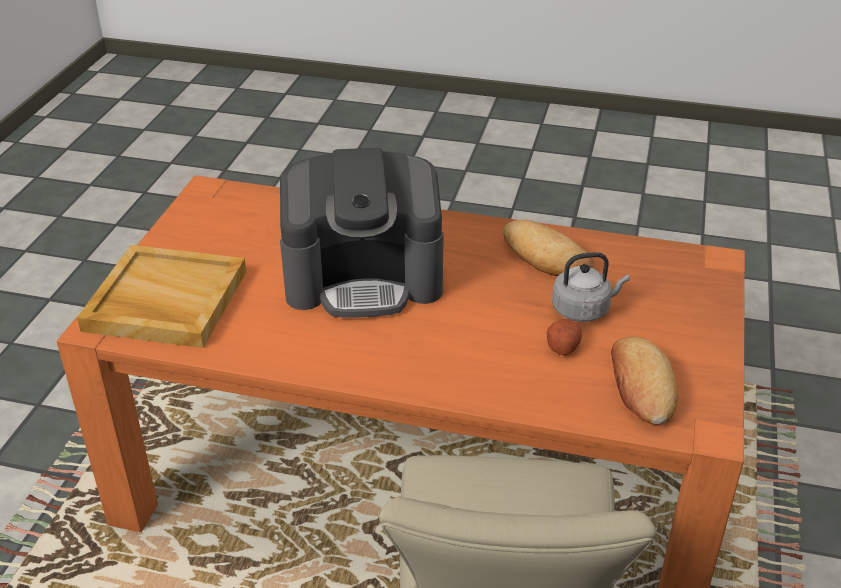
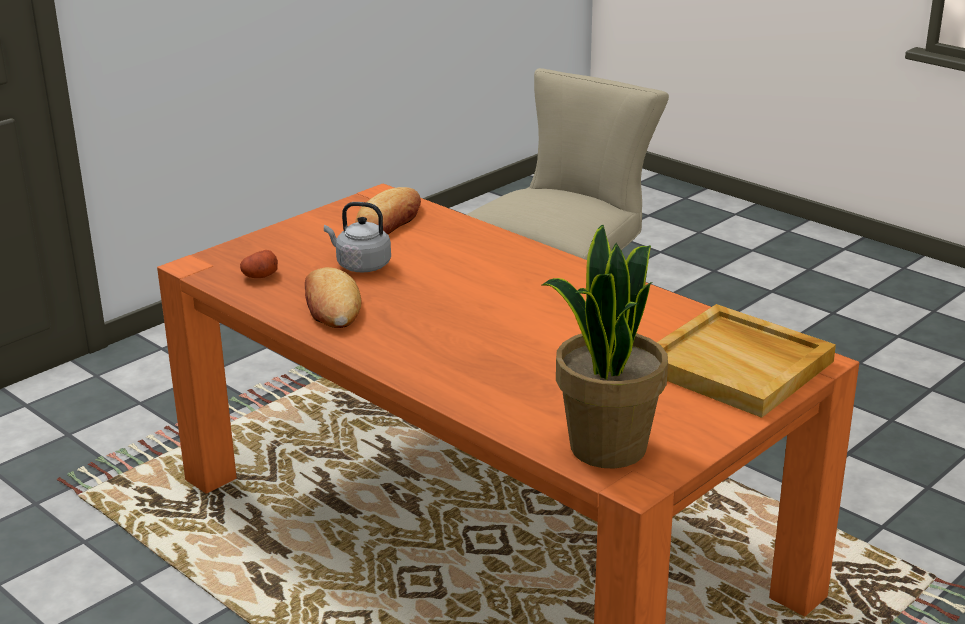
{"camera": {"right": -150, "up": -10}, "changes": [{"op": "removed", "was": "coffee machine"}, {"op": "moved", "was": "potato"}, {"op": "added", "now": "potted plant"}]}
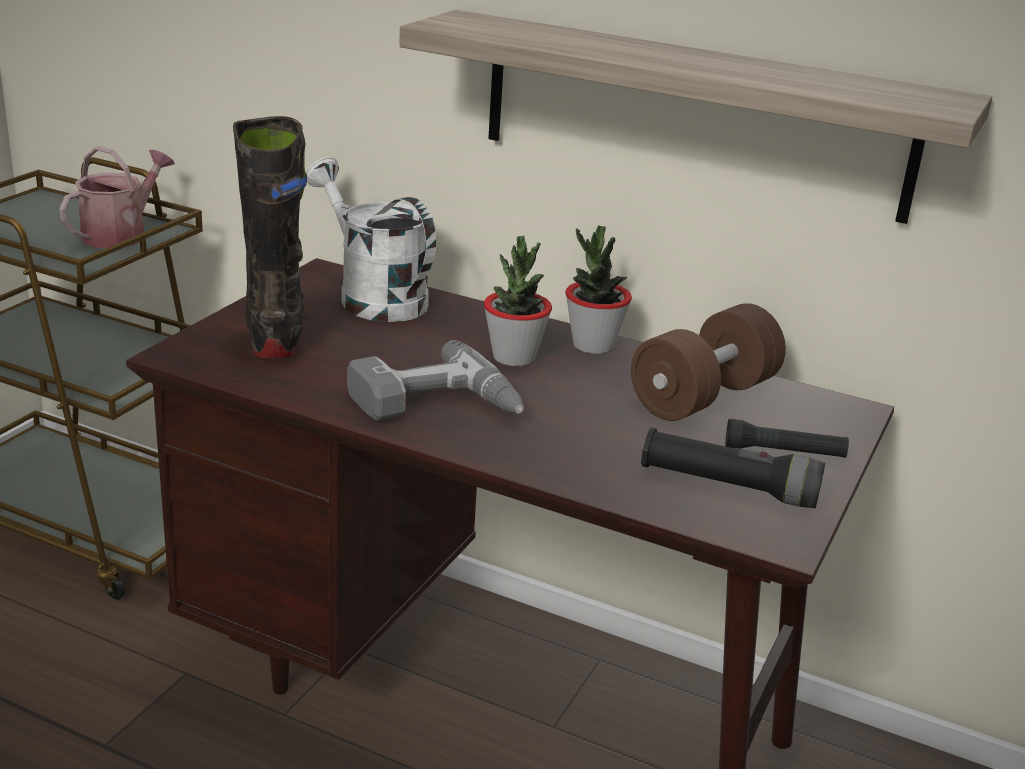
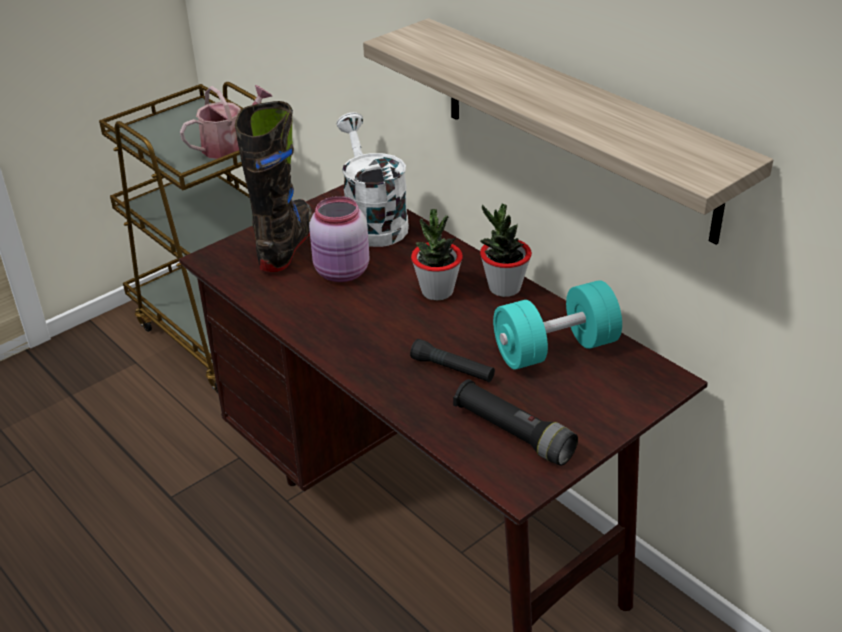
{"camera": {"right": 25, "up": 10}, "changes": [{"op": "recoloured", "was": "dumbbell (brown)", "now": "dumbbell (turquoise)"}, {"op": "removed", "was": "power drill"}, {"op": "moved", "was": "flashlight (black) (2nd from left in the first image)", "now": "flashlight (black) (1st from left)"}, {"op": "added", "now": "jar (pink)"}]}
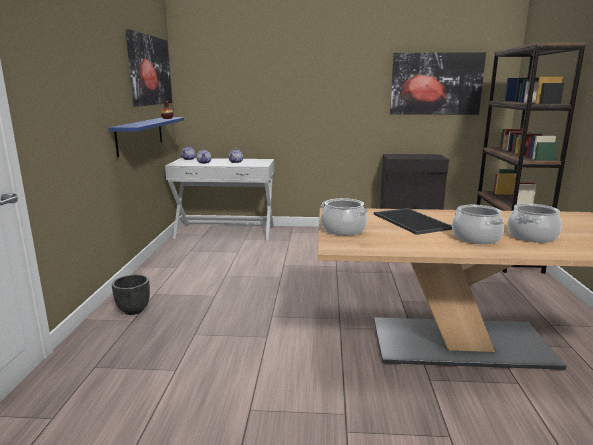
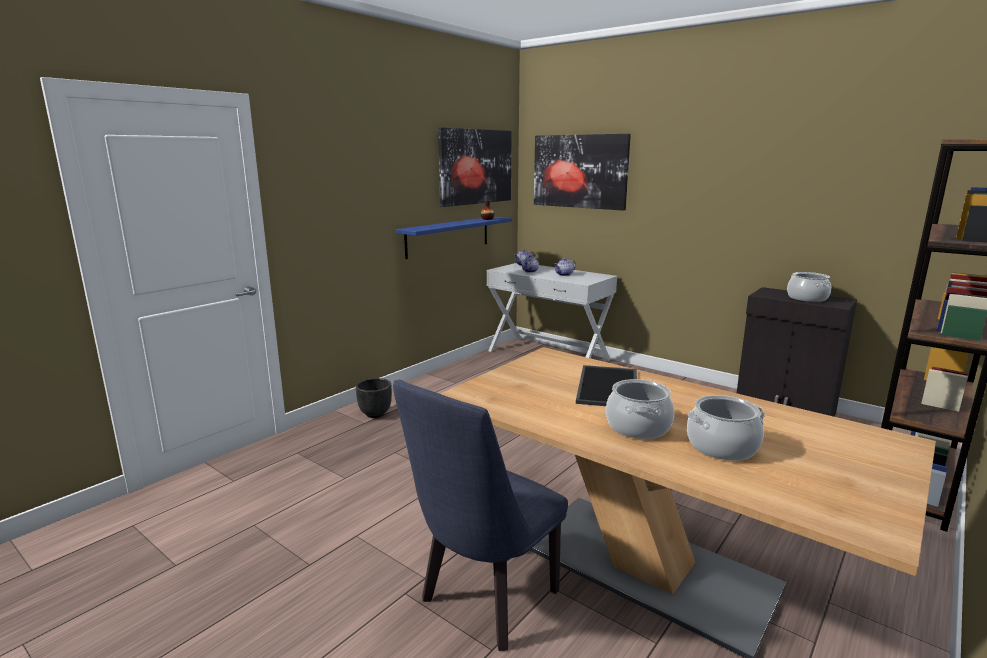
{"camera": {"right": 35, "up": 0}, "changes": [{"op": "moved", "was": "picture (2nd from left)"}, {"op": "moved", "was": "cooking pot (1st from left in the first image)", "now": "cooking pot (3rd from left)"}, {"op": "added", "now": "chair (blue)"}]}
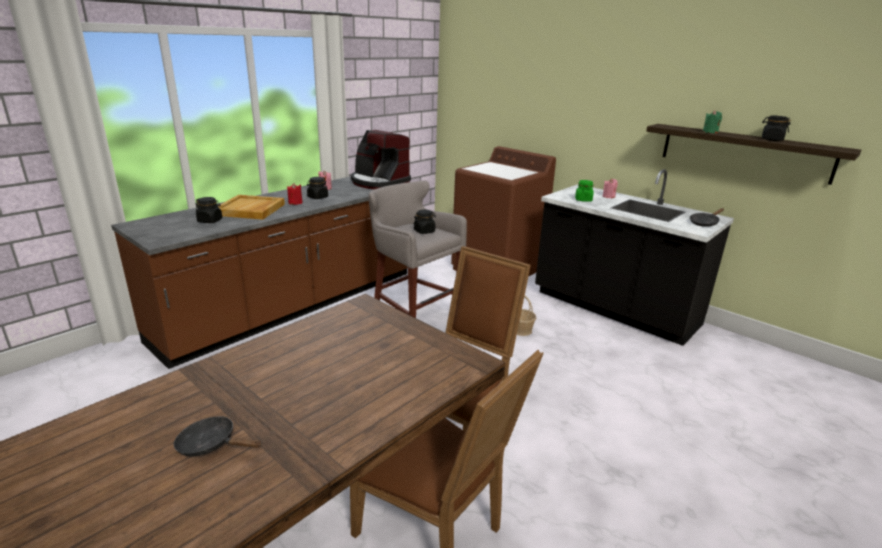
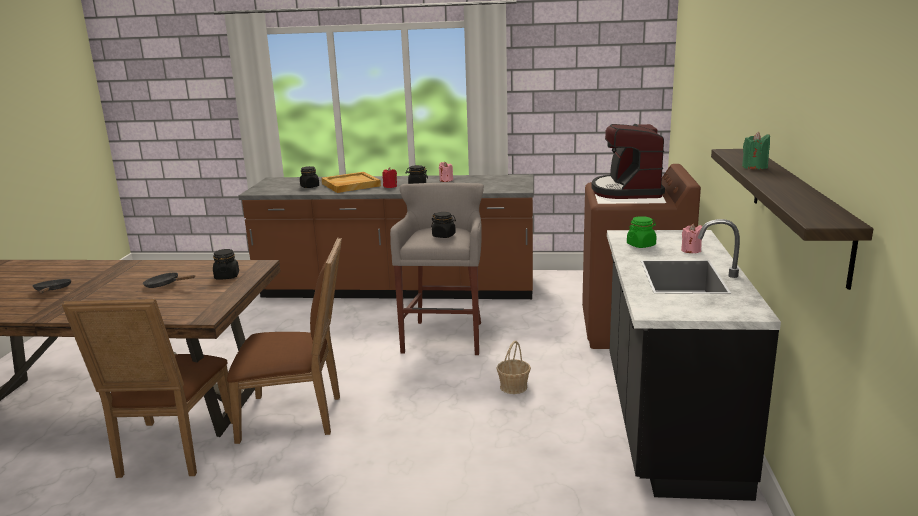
{"camera": {"right": 55, "up": -5}, "changes": [{"op": "moved", "was": "jar (black) (4th from left in the first image)", "now": "jar (black) (1st from left)"}, {"op": "moved", "was": "coffee machine"}, {"op": "moved", "was": "frying pan (black) (2nd from left)"}]}
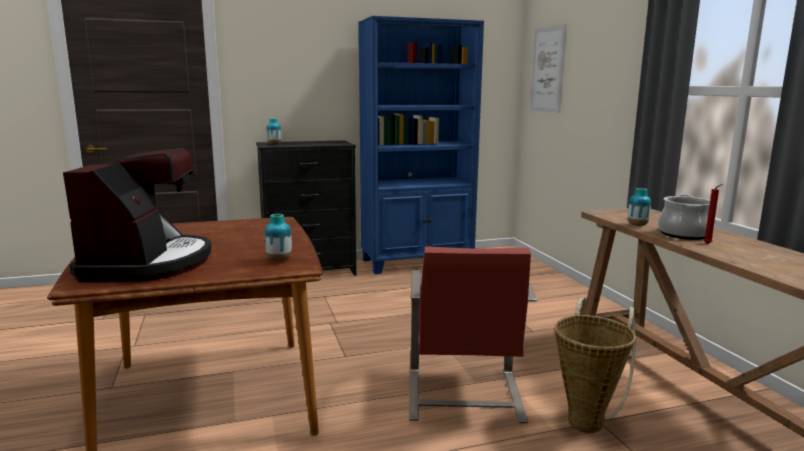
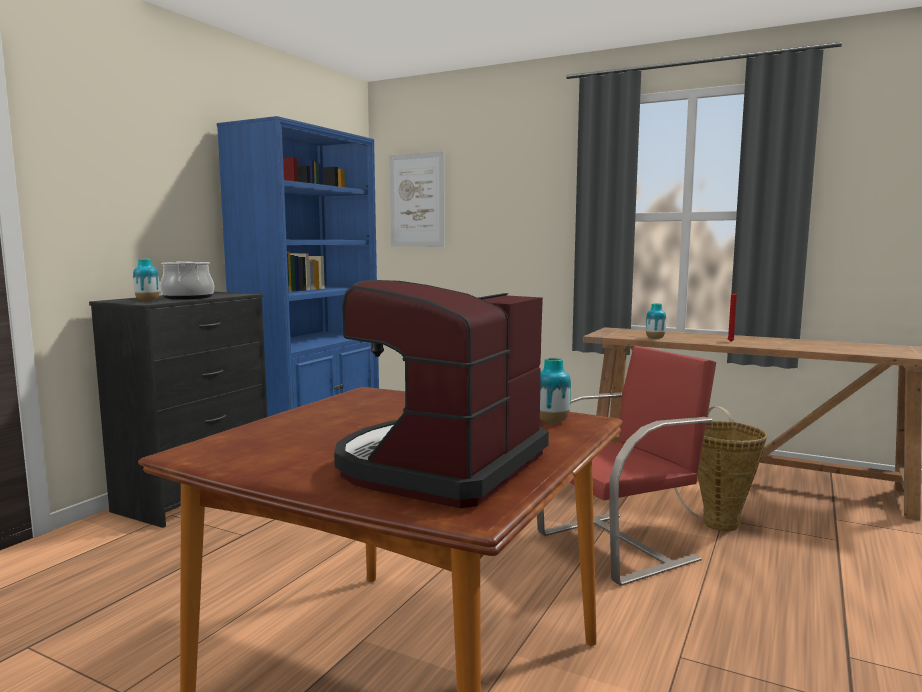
{"camera": {"right": -45, "up": -5}, "changes": [{"op": "turned", "was": "coffee machine", "clockwise": -105}, {"op": "moved", "was": "cooking pot"}, {"op": "turned", "was": "chair (red)", "clockwise": -75}]}
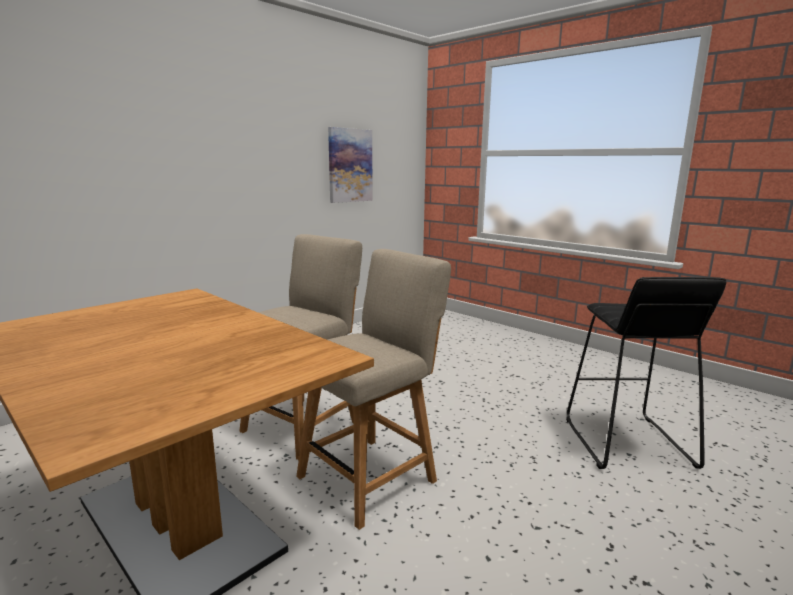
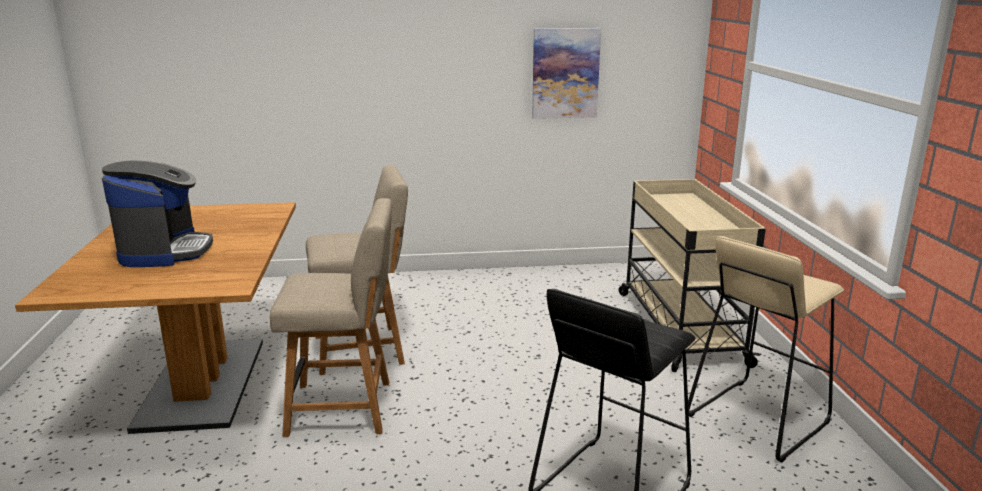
{"camera": {"right": 40, "up": 5}, "changes": [{"op": "added", "now": "coffee machine"}, {"op": "added", "now": "cart (beige)"}, {"op": "added", "now": "stool (beige)"}]}
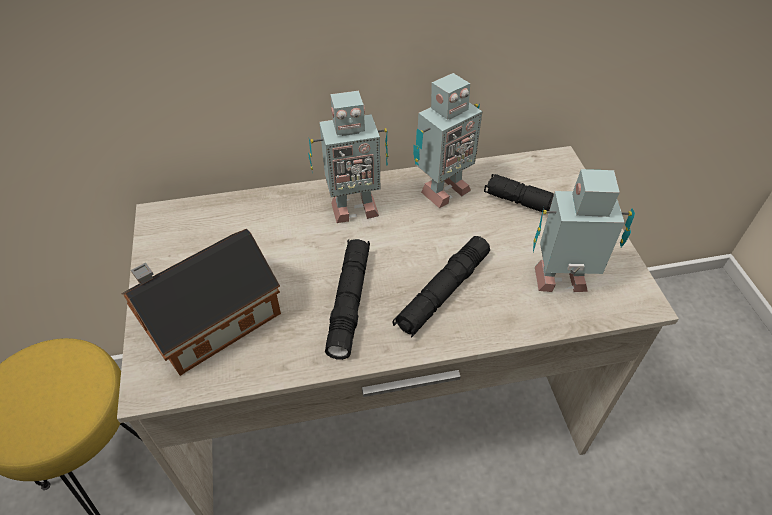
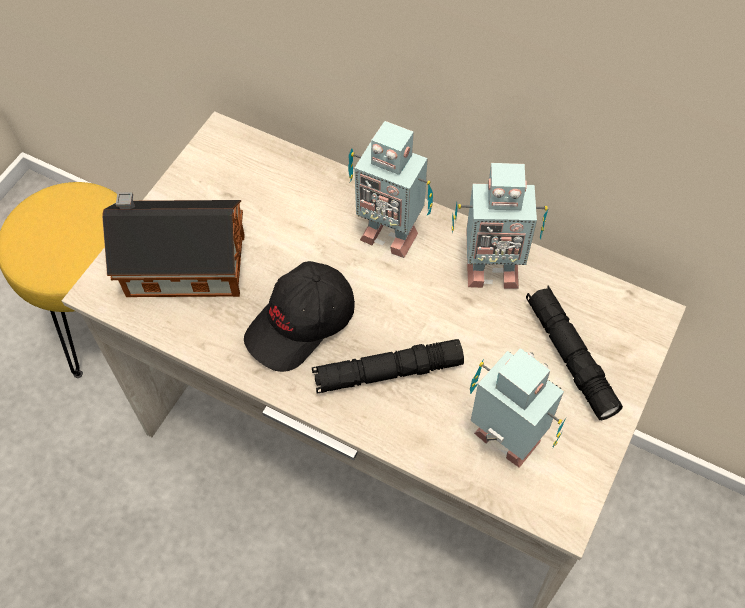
{"camera": {"right": 40, "up": 10}, "changes": [{"op": "replaced", "was": "flashlight (black) (1st from left)", "now": "cap (black)"}]}
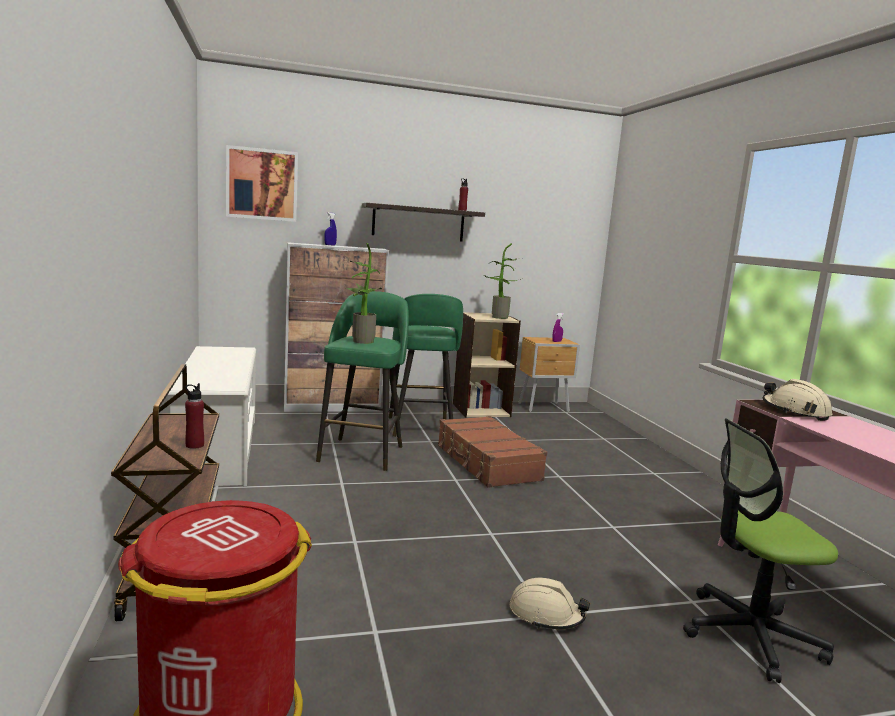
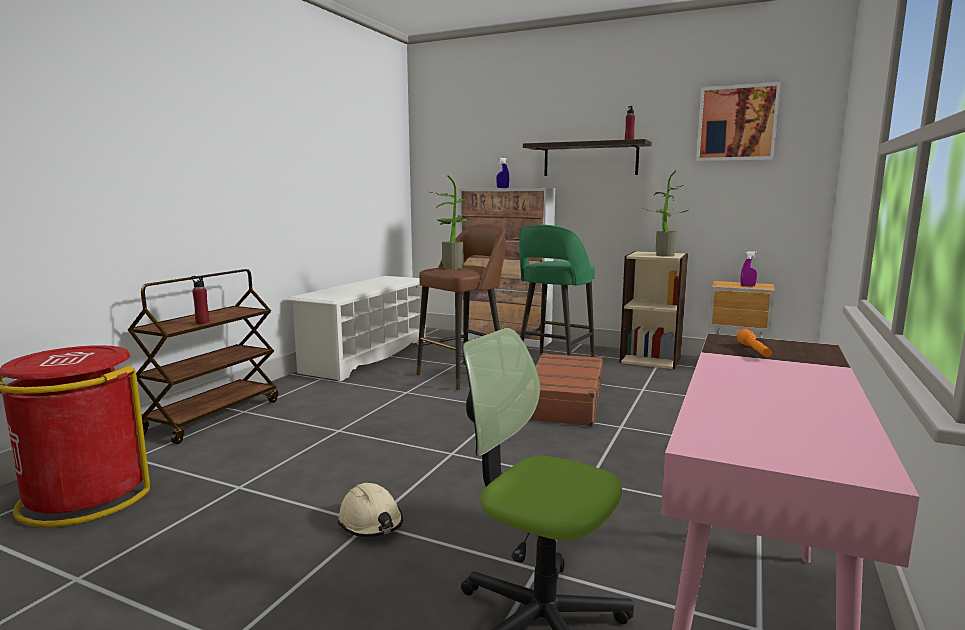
{"camera": {"right": 40, "up": 0}, "changes": [{"op": "moved", "was": "picture"}, {"op": "recoloured", "was": "stool (green) (1st from left)", "now": "stool (brown)"}, {"op": "replaced", "was": "hard hat (beige) (2nd from left)", "now": "flashlight (orange)"}]}
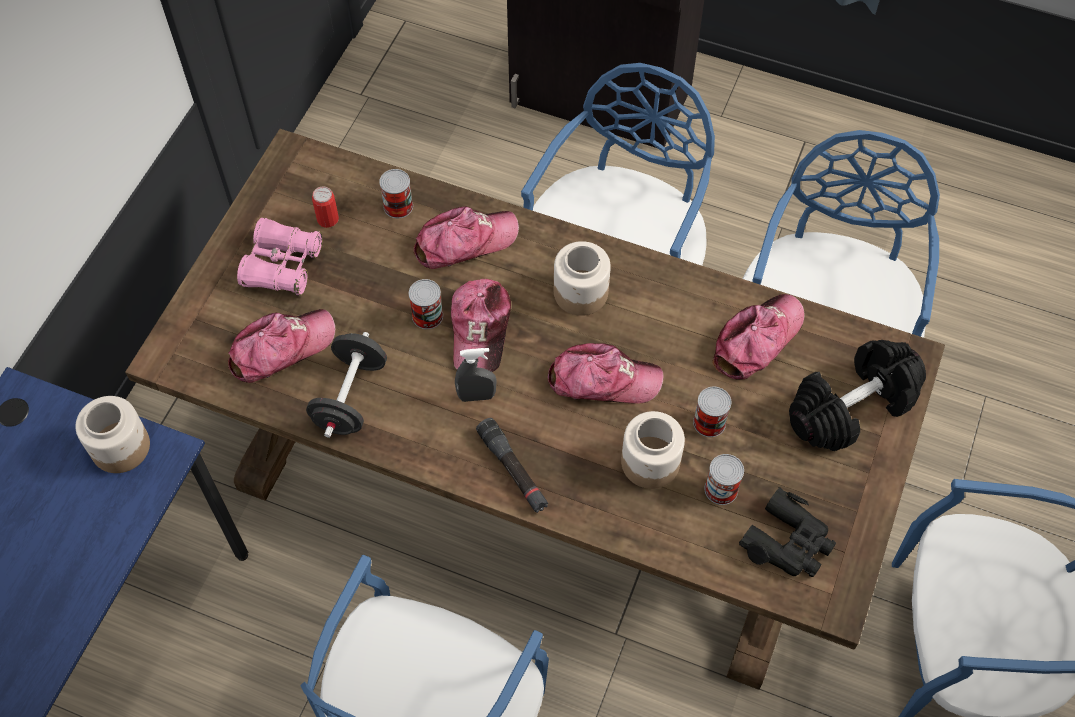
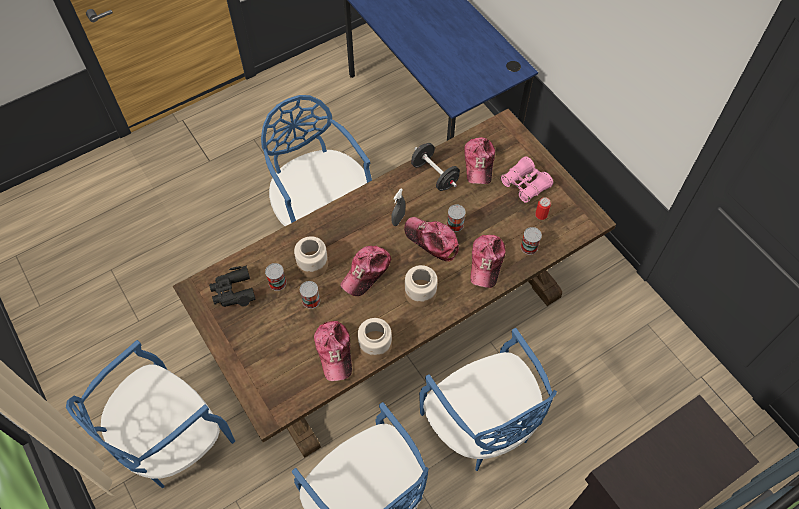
{"camera": {"right": 125, "up": 0}, "changes": [{"op": "removed", "was": "dumbbell (black) (2nd from left)"}, {"op": "moved", "was": "jar (1st from left in the first image)", "now": "jar (2nd from left)"}, {"op": "removed", "was": "flashlight (black)"}]}
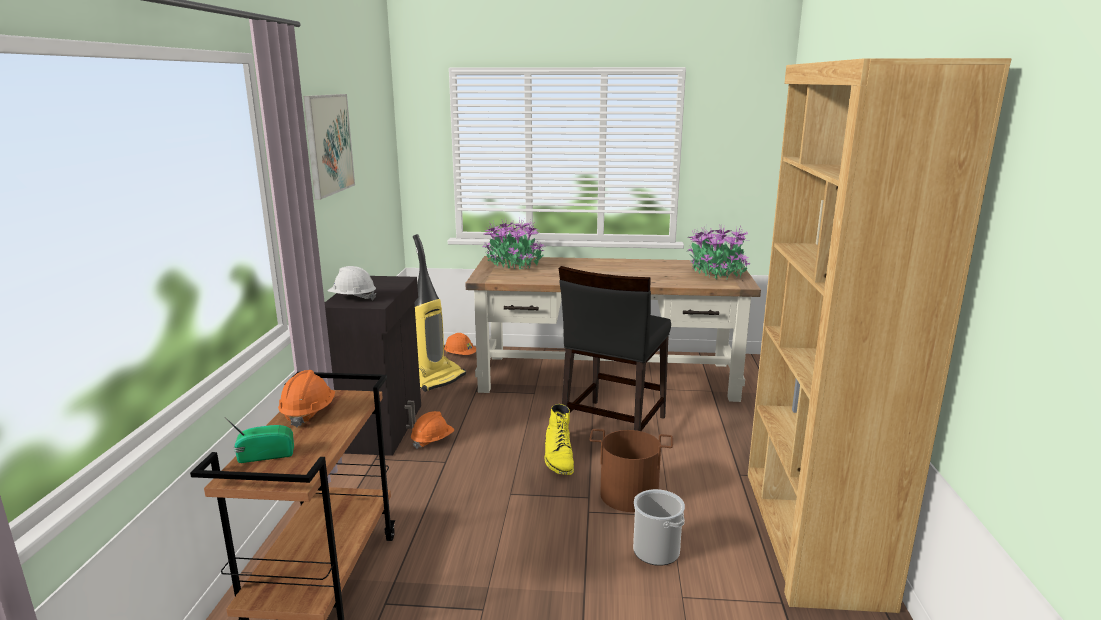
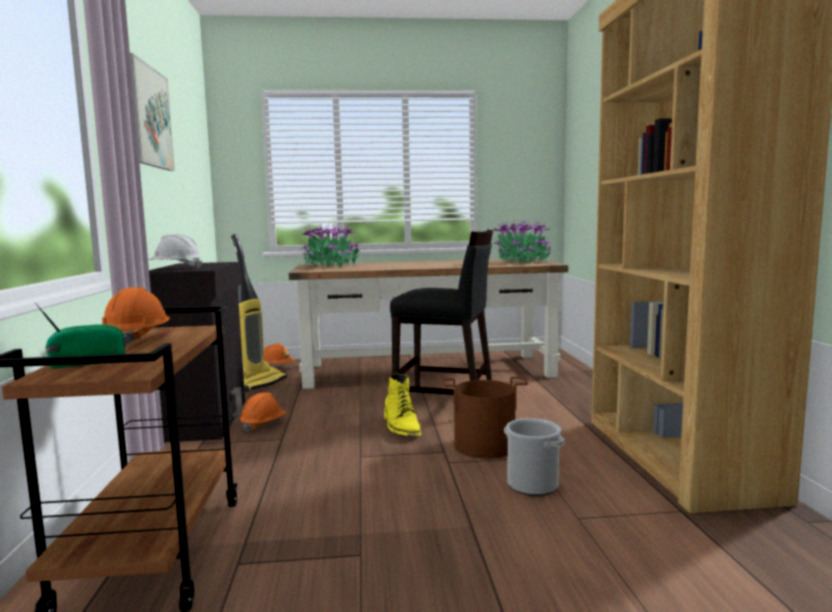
{"camera": {"right": -10, "up": -10}, "changes": [{"op": "turned", "was": "chair (black)", "clockwise": -90}]}
